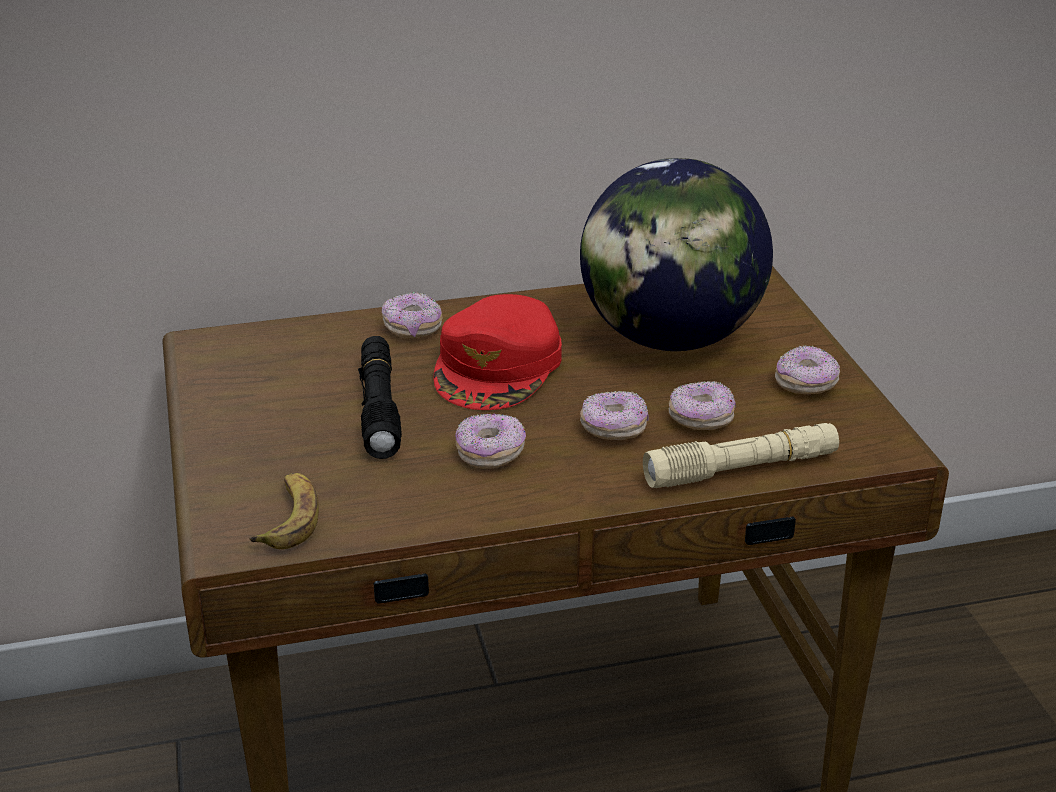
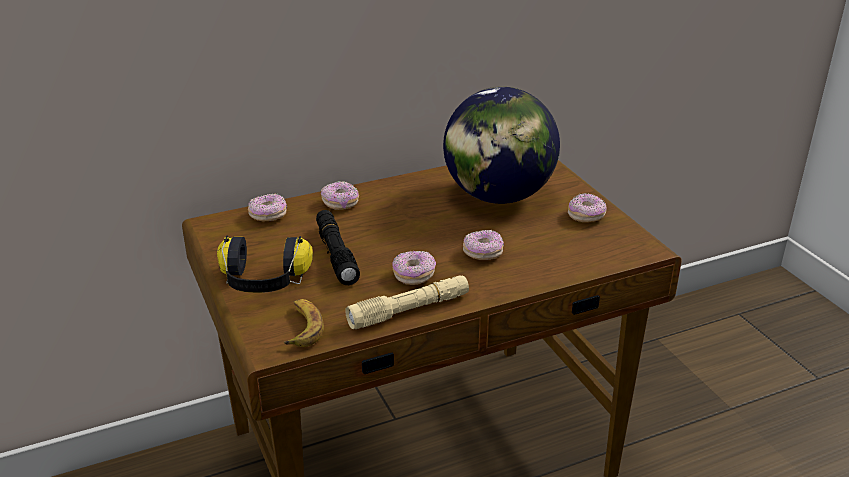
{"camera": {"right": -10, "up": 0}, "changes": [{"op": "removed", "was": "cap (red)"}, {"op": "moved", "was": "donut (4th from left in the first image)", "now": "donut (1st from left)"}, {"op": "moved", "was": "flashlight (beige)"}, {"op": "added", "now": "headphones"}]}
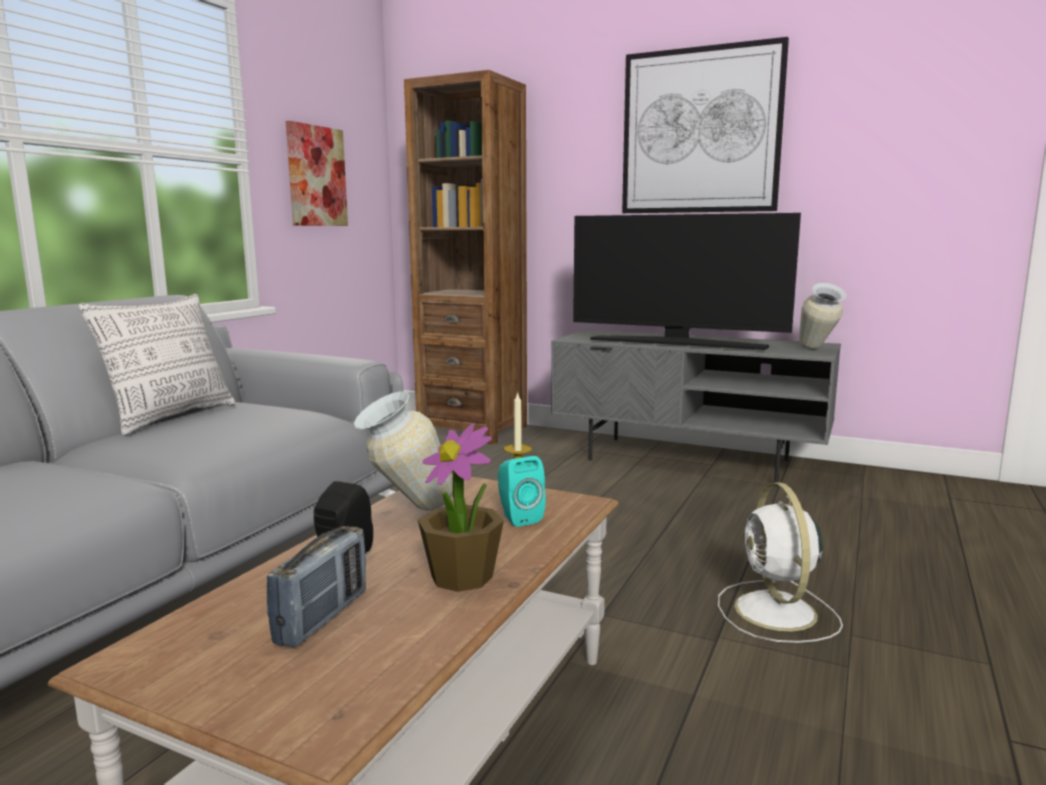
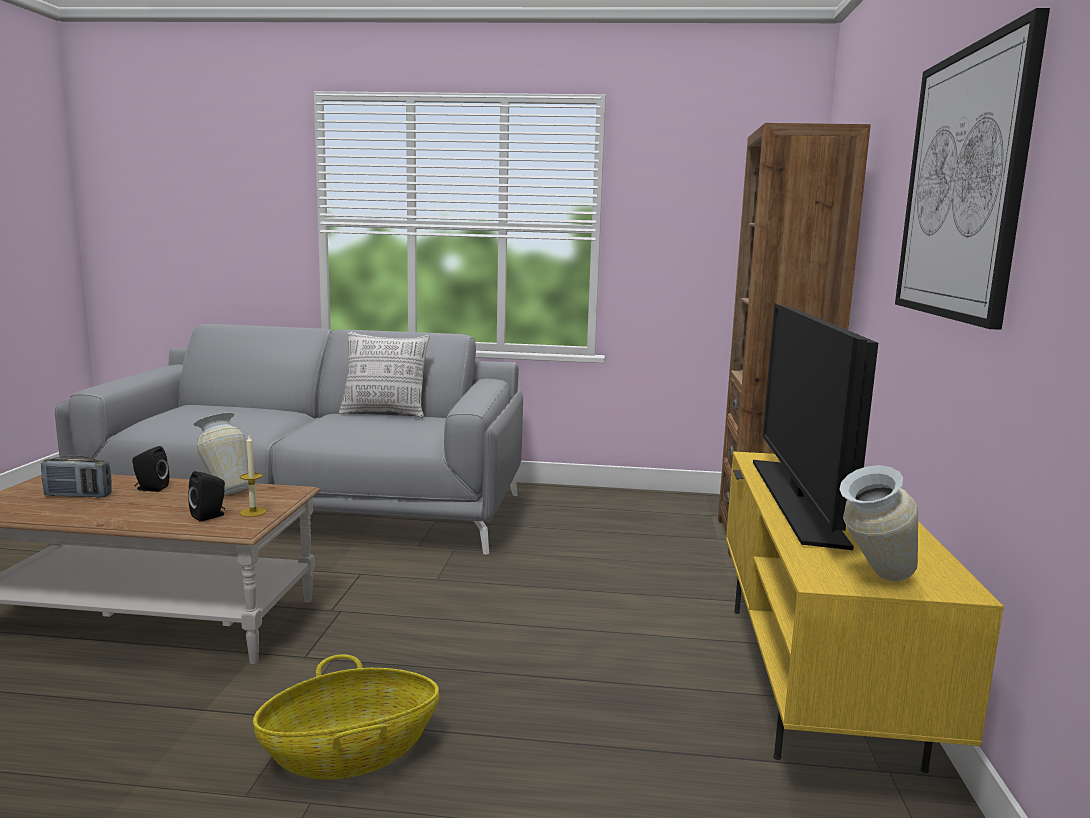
{"camera": {"right": 70, "up": 0}, "changes": [{"op": "removed", "was": "picture (1st from left)"}, {"op": "recoloured", "was": "tv stand (grey)", "now": "tv stand (yellow)"}, {"op": "removed", "was": "potted plant"}, {"op": "recoloured", "was": "speaker (turquoise)", "now": "speaker (black) (2nd from left)"}, {"op": "replaced", "was": "fan (white)", "now": "basket"}]}
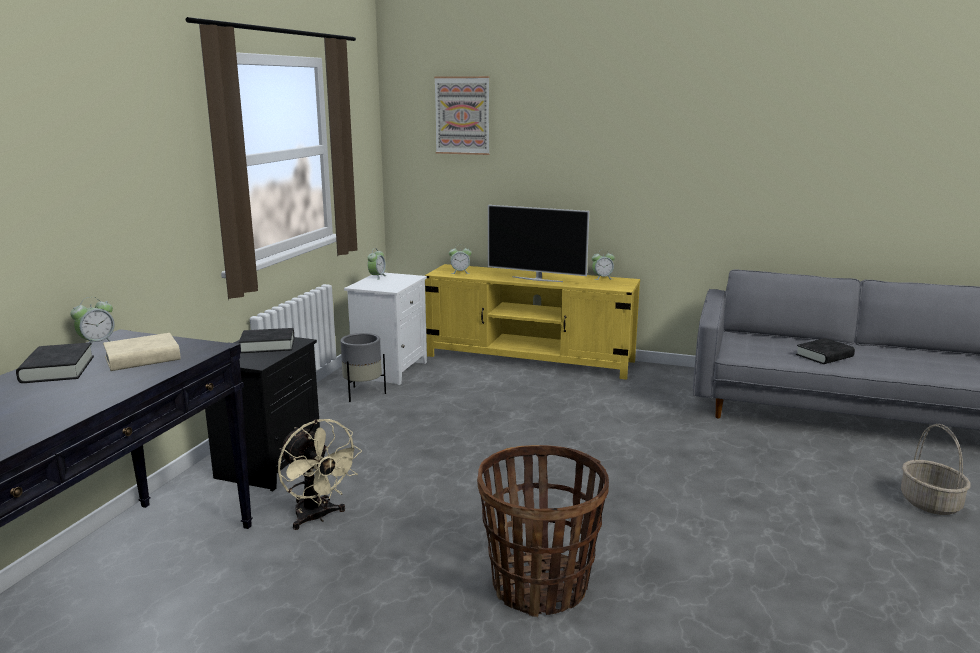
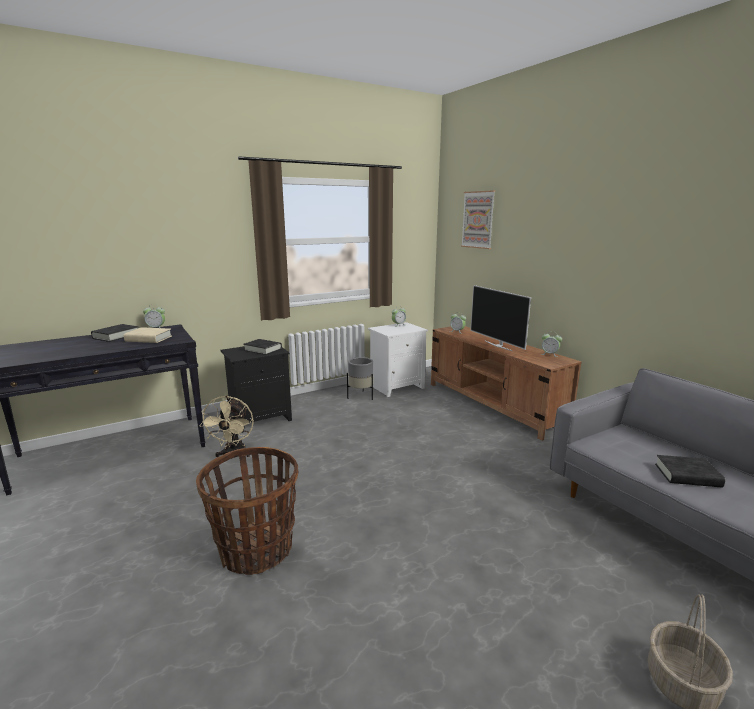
{"camera": {"right": 40, "up": 0}, "changes": [{"op": "recoloured", "was": "tv stand (yellow)", "now": "tv stand (brown)"}]}
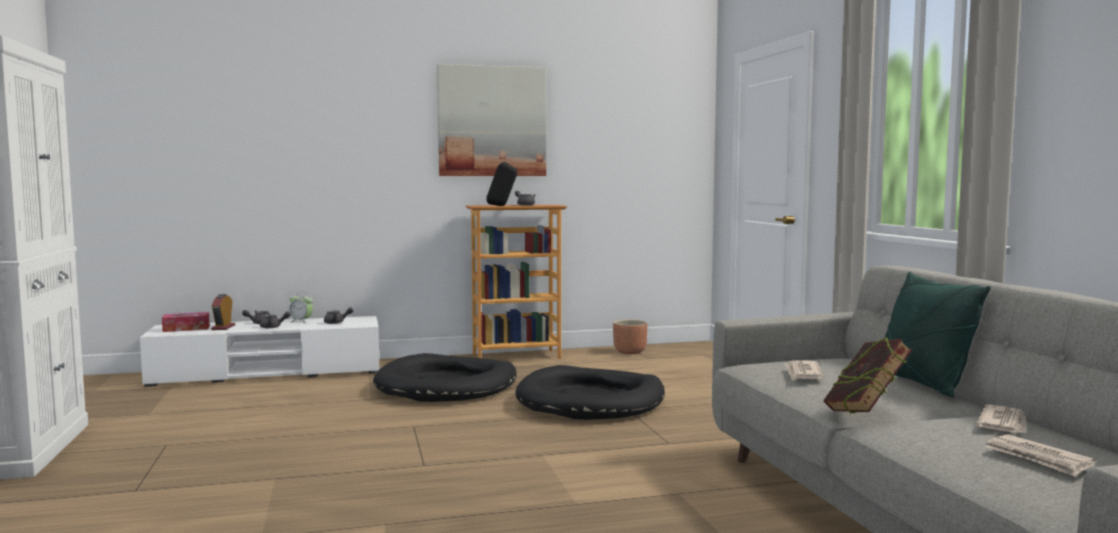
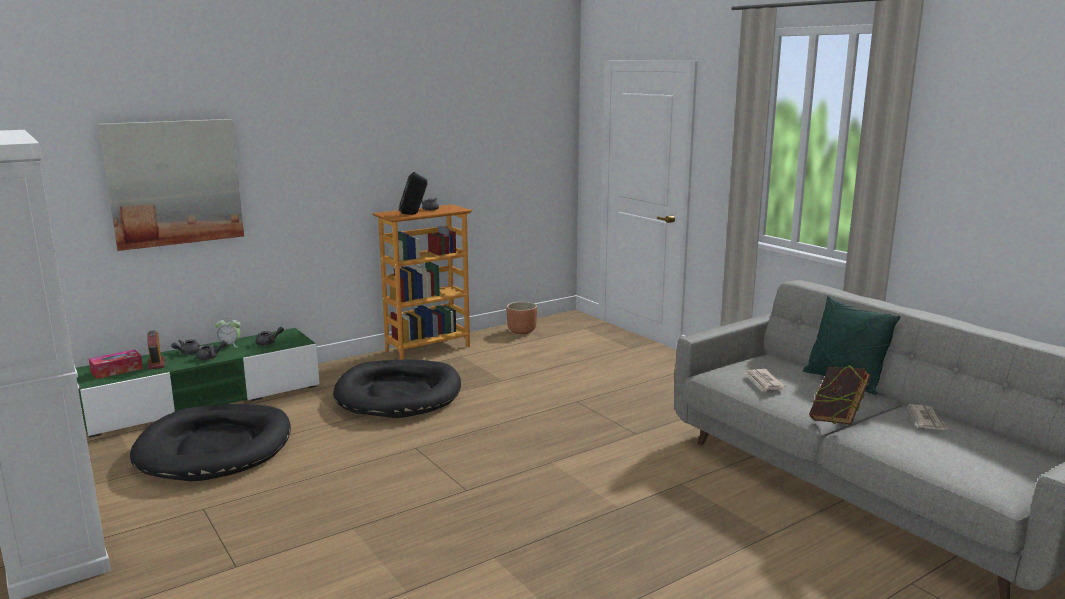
{"camera": {"right": -20, "up": 10}, "changes": [{"op": "moved", "was": "picture"}, {"op": "recoloured", "was": "tv stand (white)", "now": "tv stand (green)"}, {"op": "moved", "was": "dog bed (black) (2nd from left in the first image)", "now": "dog bed (black) (1st from left)"}, {"op": "removed", "was": "newspaper (3rd from left)"}]}
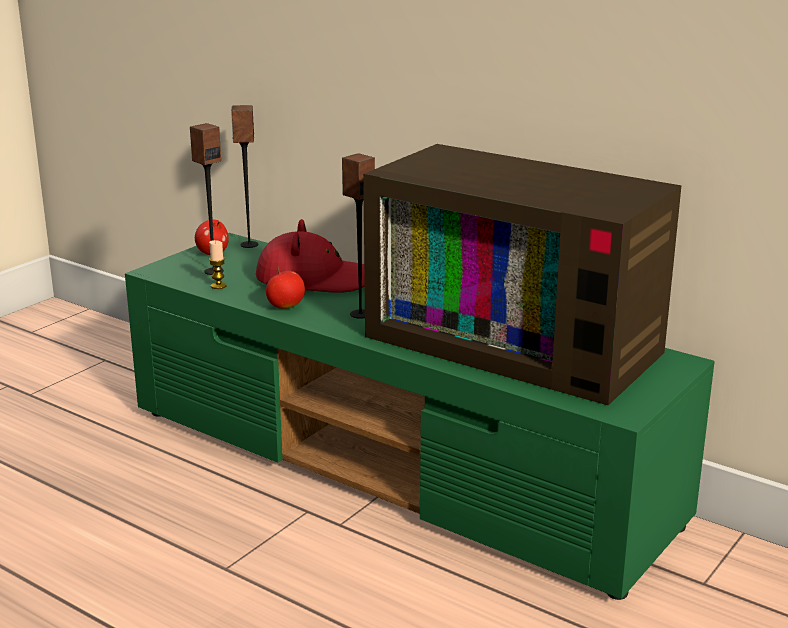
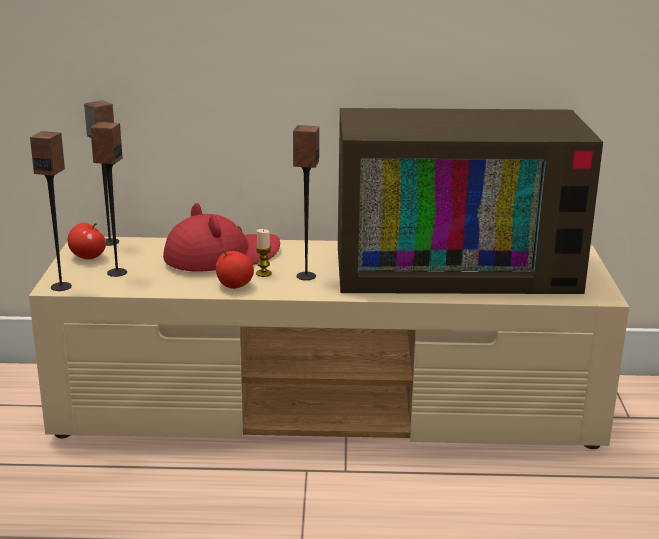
{"camera": {"right": -35, "up": 0}, "changes": [{"op": "recoloured", "was": "tv stand (green)", "now": "tv stand (beige)"}, {"op": "moved", "was": "candle"}, {"op": "added", "now": "speaker (1st from left)"}]}
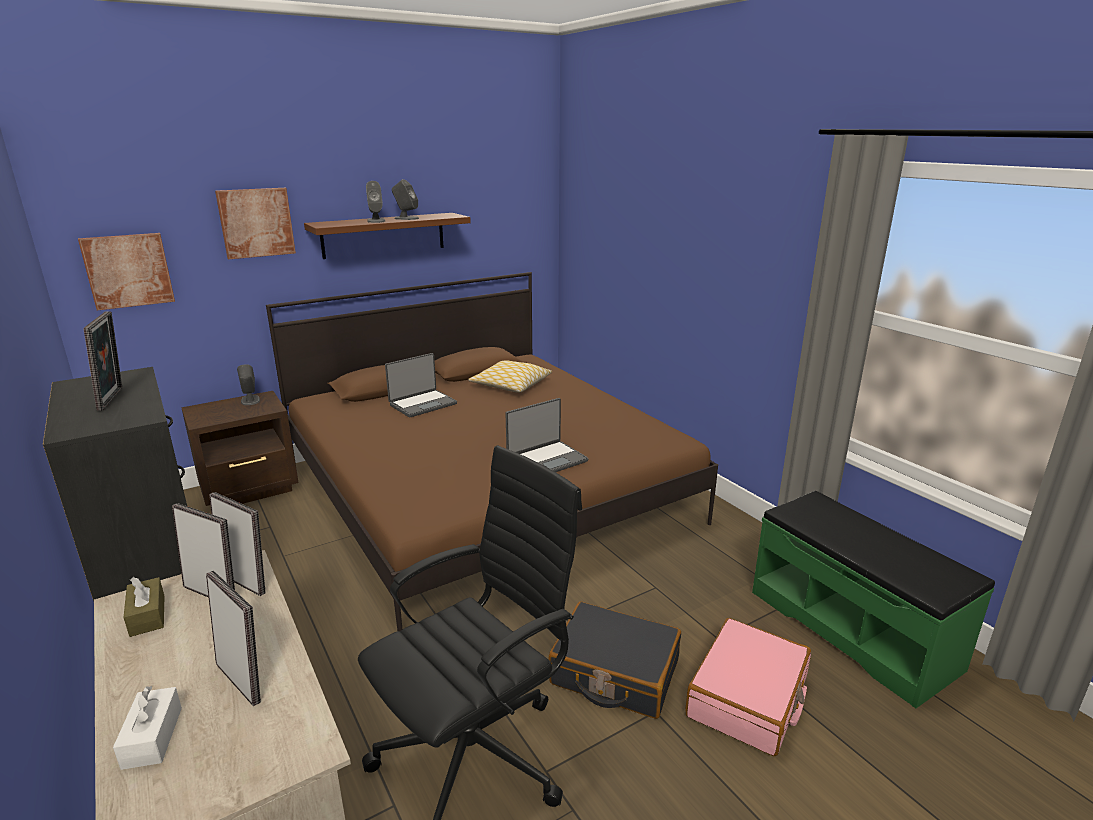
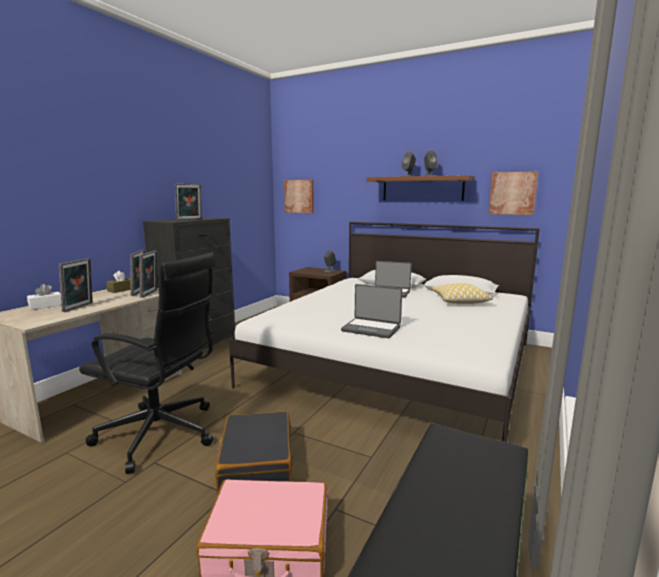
{"camera": {"right": 60, "up": -10}, "changes": [{"op": "moved", "was": "picture (2nd from left)"}, {"op": "recoloured", "was": "bed (brown)", "now": "bed (white)"}]}
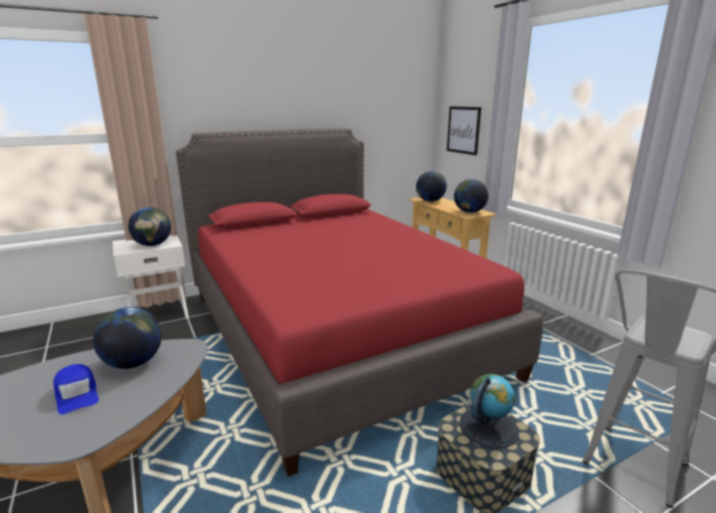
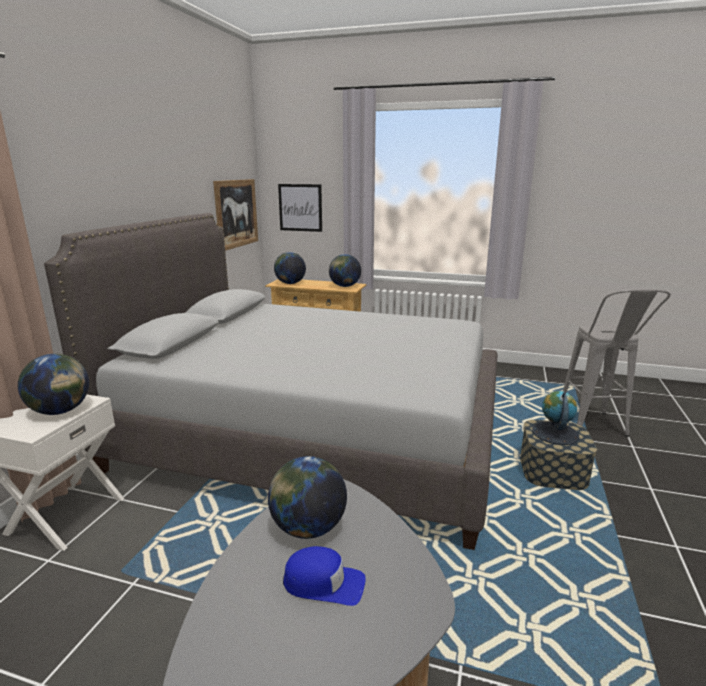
{"camera": {"right": -45, "up": 0}, "changes": [{"op": "recoloured", "was": "bed (red)", "now": "bed (grey)"}, {"op": "added", "now": "picture (1st from left)"}]}
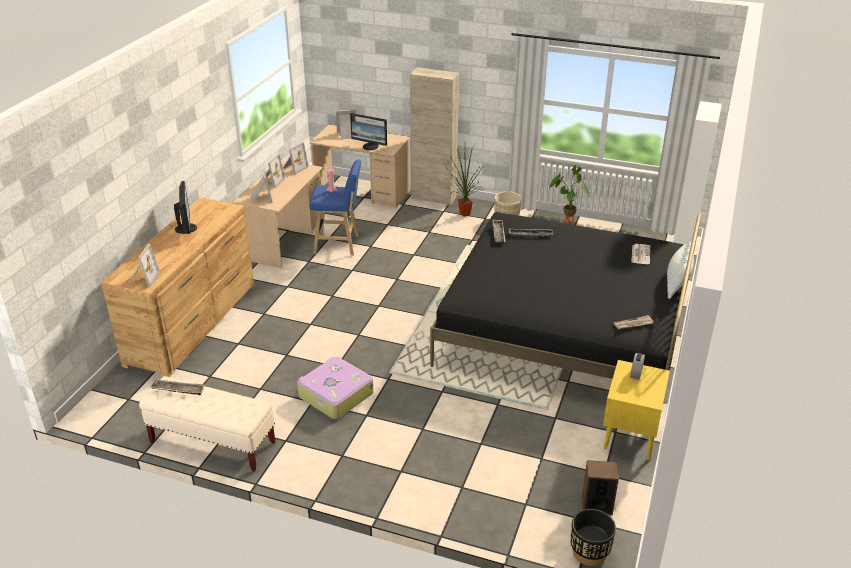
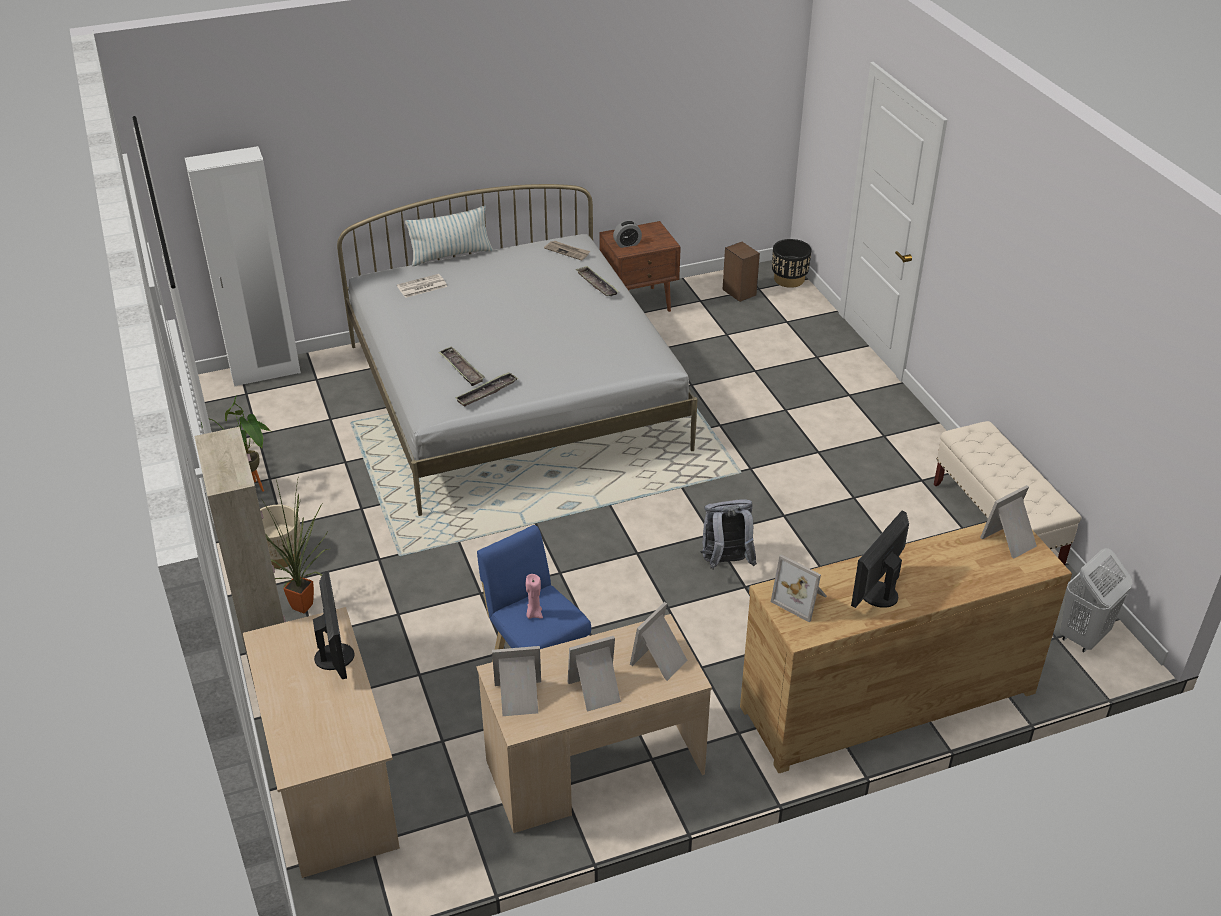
{"camera": {"right": -130, "up": 5}, "changes": [{"op": "moved", "was": "picture frame (5th from left in the first image)", "now": "picture frame (4th from left)"}, {"op": "recoloured", "was": "bed (black)", "now": "bed (white)"}, {"op": "removed", "was": "suitcase"}, {"op": "recoloured", "was": "nightstand (yellow)", "now": "nightstand (brown)"}, {"op": "moved", "was": "tray (1st from left in the first image)", "now": "tray (3rd from left)"}, {"op": "added", "now": "backpack (grey)"}, {"op": "added", "now": "laundry basket (white)"}]}
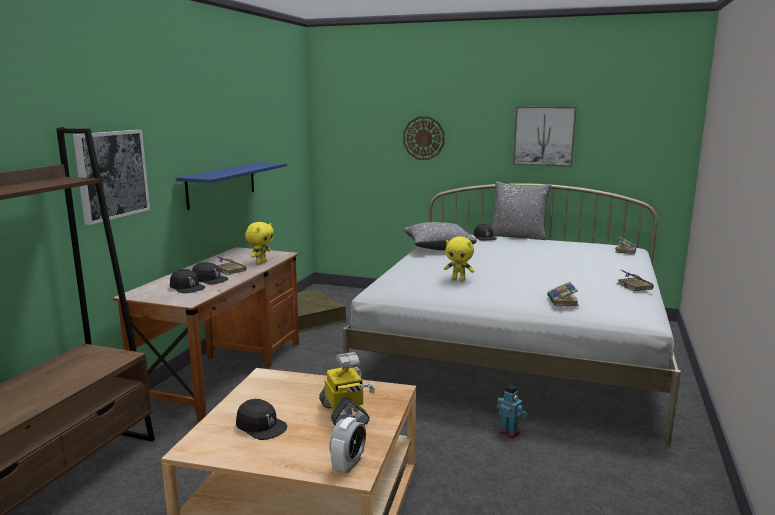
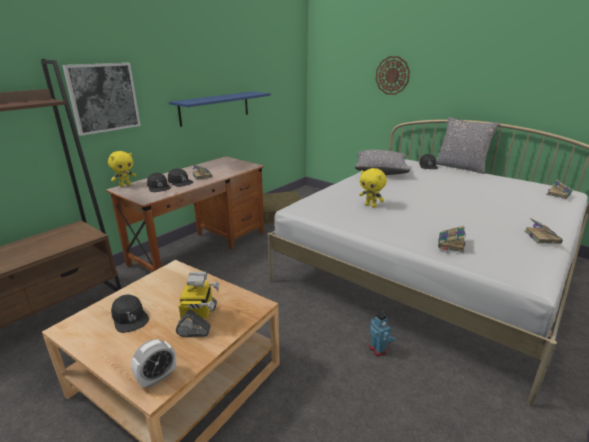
{"camera": {"right": 20, "up": 10}, "changes": [{"op": "removed", "was": "picture (2nd from left)"}, {"op": "moved", "was": "plush toy (yellow) (1st from left)"}]}
